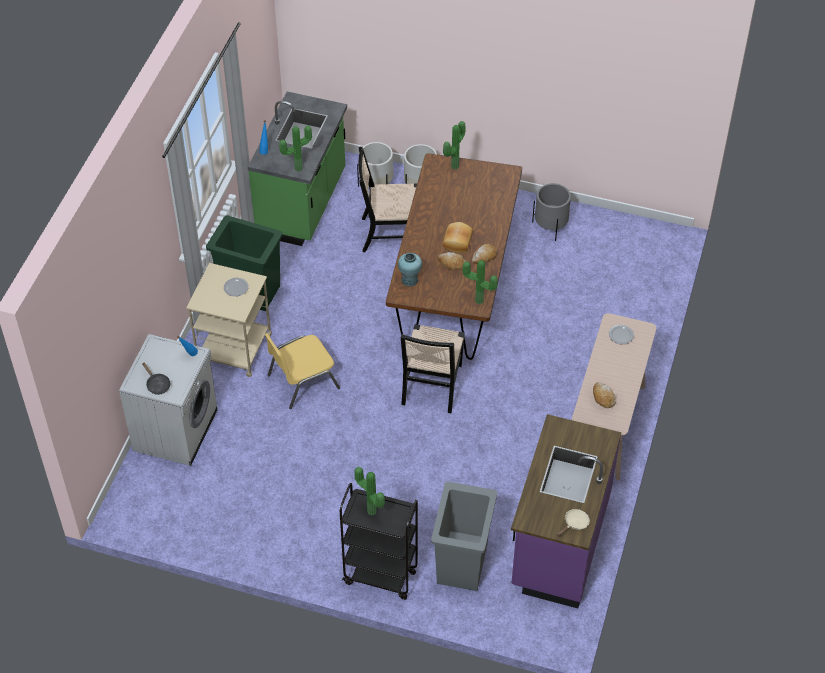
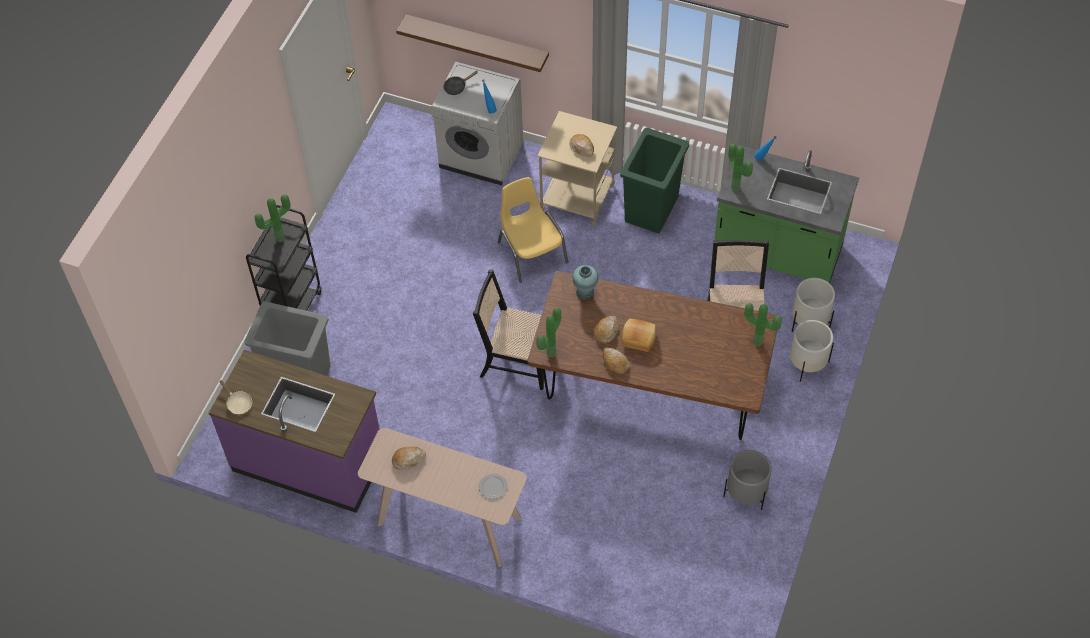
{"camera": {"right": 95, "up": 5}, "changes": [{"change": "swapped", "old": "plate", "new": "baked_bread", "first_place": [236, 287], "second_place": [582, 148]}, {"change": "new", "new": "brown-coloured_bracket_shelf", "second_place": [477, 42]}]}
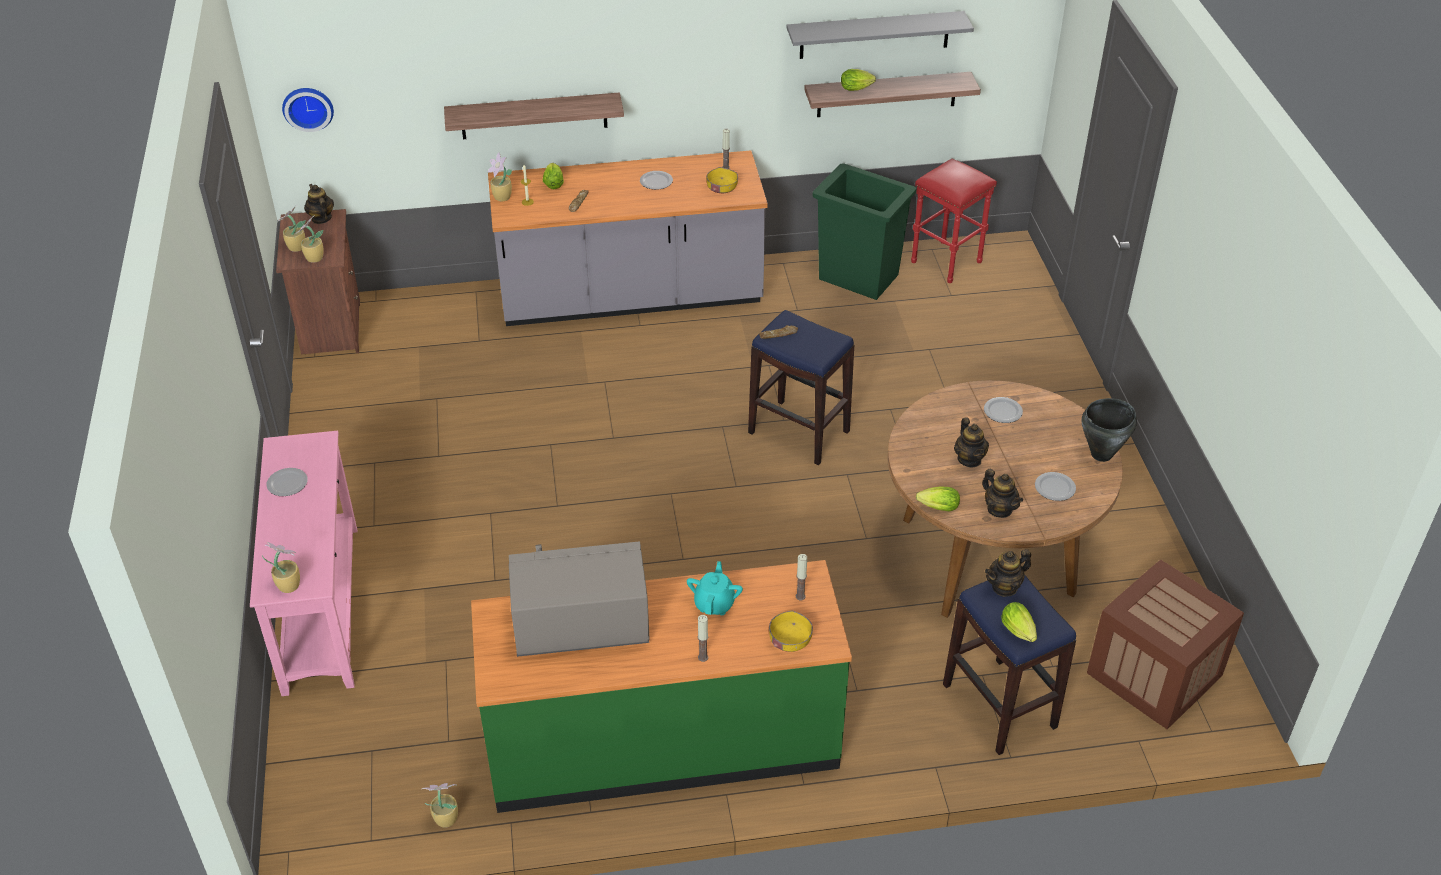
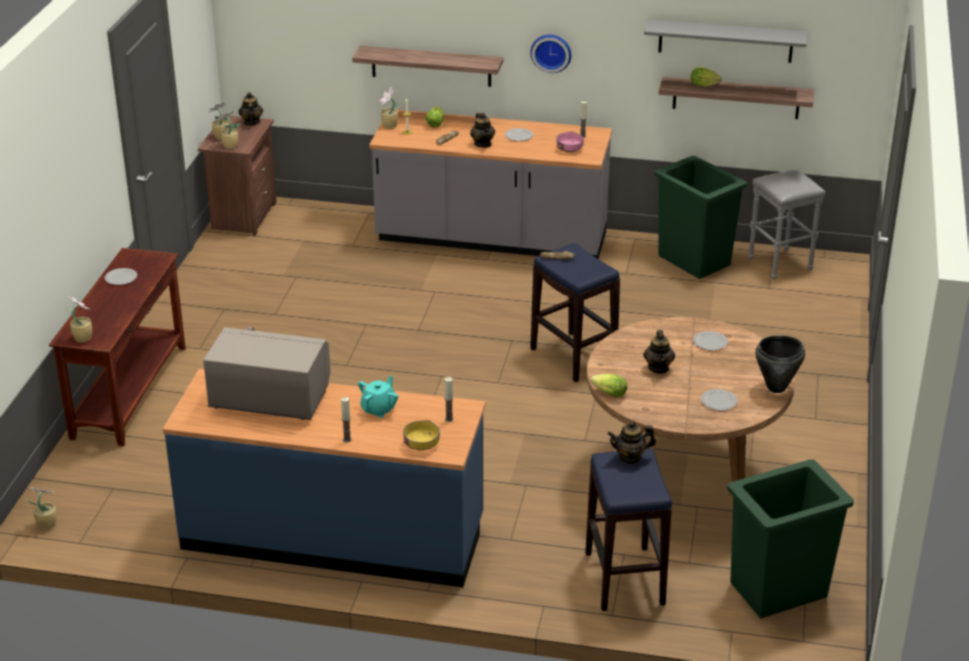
{"camera": {"right": 20, "up": -10}, "changes": [{"change": "repainted", "old": "pinkish_narrow_table", "new": "brown-coloured_narrow_table", "first_place": [320, 608], "second_place": [129, 391]}, {"change": "shifted", "old": "clock_on_the_wall", "first_place": [308, 107], "second_place": [551, 52]}, {"change": "shifted", "old": "plant_in_a_pot", "first_place": [445, 819], "second_place": [46, 524]}, {"change": "repainted", "old": "greenish_kitchen_counter", "new": "bluish_kitchen_counter", "first_place": [663, 741], "second_place": [333, 535]}, {"change": "repainted", "old": "yellowish_serving_bowl", "new": "pinkish_serving_bowl", "first_place": [721, 189], "second_place": [569, 149]}, {"change": "repainted", "old": "reddish_stool_seat", "new": "gray_stool_seat", "first_place": [948, 261], "second_place": [781, 263]}, {"change": "shifted", "old": "pot_for_tea", "first_place": [999, 509], "second_place": [482, 144]}, {"change": "gone", "old": "lettuce_head", "first_place": [1019, 632]}, {"change": "swapped", "old": "shipping_crate", "new": "greenish_trash_can", "first_place": [1154, 674], "second_place": [777, 589]}]}
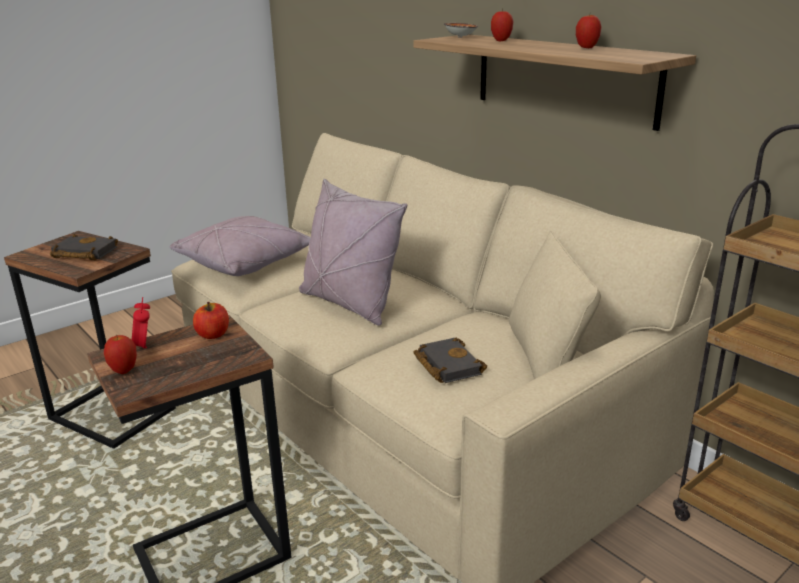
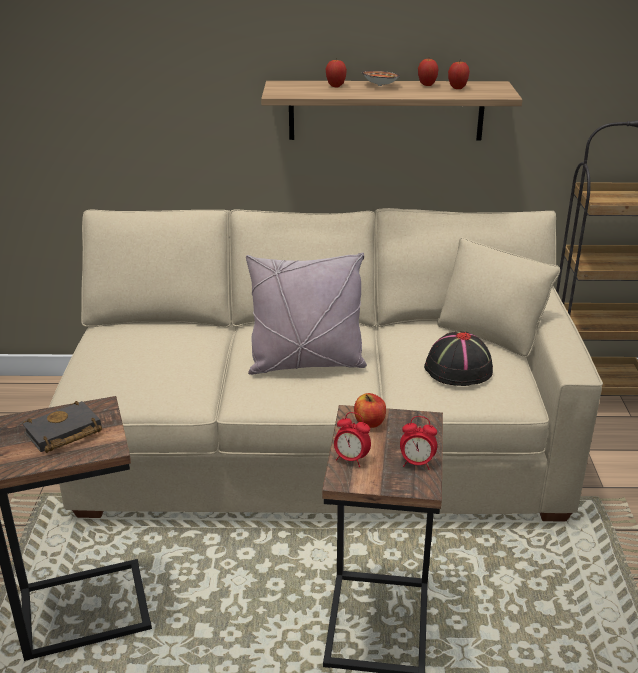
{"camera": {"right": -50, "up": 5}, "changes": [{"change": "shifted", "old": "whole_apple", "first_place": [124, 371], "second_place": [457, 88]}, {"change": "gone", "old": "purplish_cushion", "first_place": [246, 262]}, {"change": "swapped", "old": "black_volume", "new": "black_clothing_hat", "first_place": [446, 365], "second_place": [458, 369]}, {"change": "shifted", "old": "serving_bowl", "first_place": [460, 37], "second_place": [380, 85]}, {"change": "new", "new": "table_clock", "second_place": [417, 463]}]}
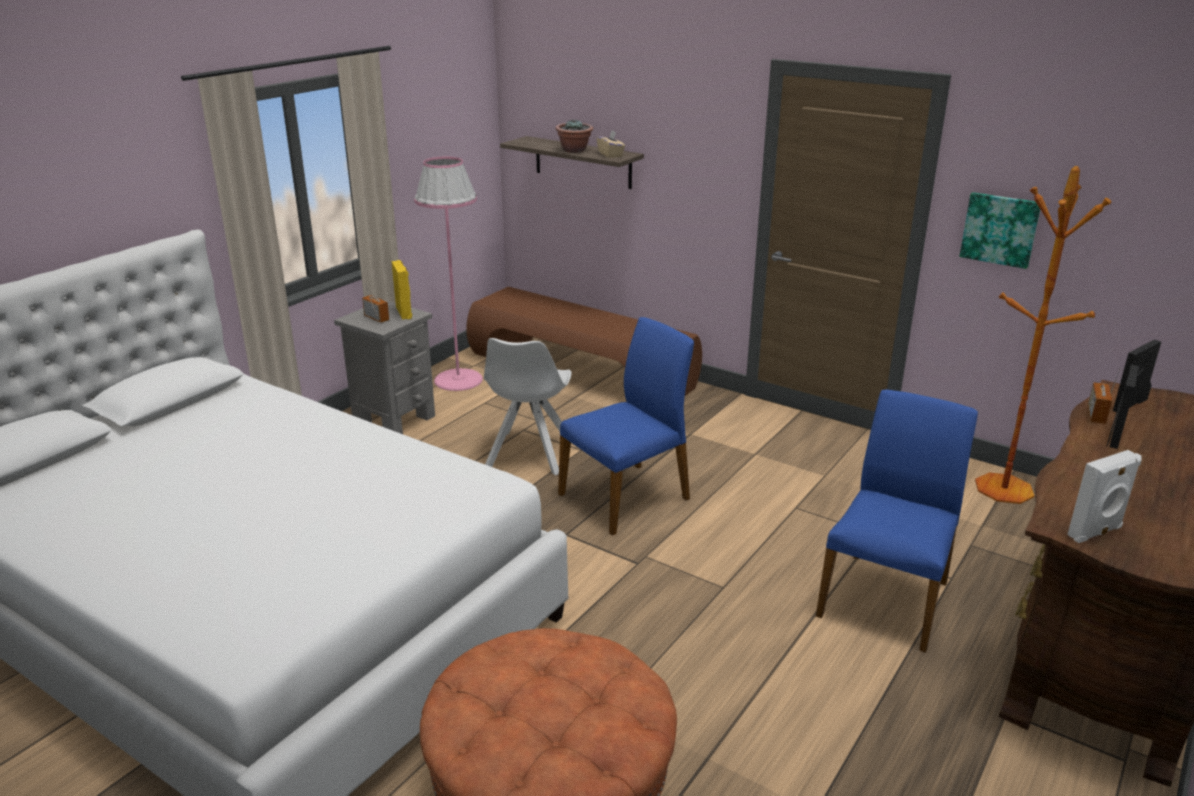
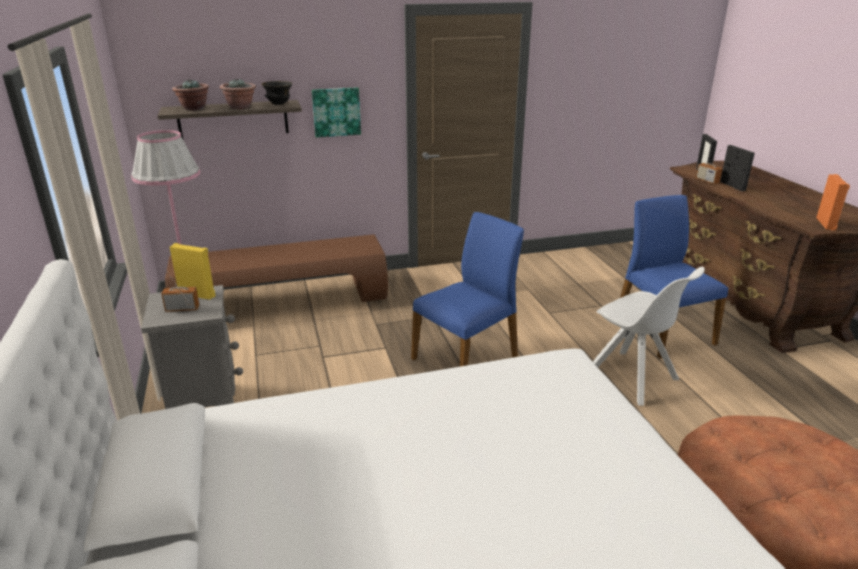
{"camera": {"right": -50, "up": 0}, "changes": [{"change": "shifted", "old": "whitish_upright_chair", "first_place": [528, 454], "second_place": [632, 378]}, {"change": "rotated", "old": "bluish_upright_chair", "first_place": [626, 496], "second_place": [466, 358], "degrees": 45}, {"change": "swapped", "old": "sand-coloured_tissue_holder", "new": "black_serving_bowl", "first_place": [610, 155], "second_place": [278, 104]}, {"change": "shifted", "old": "wall_art", "first_place": [1000, 229], "second_place": [336, 112]}, {"change": "gone", "old": "orange_garment_rack", "first_place": [1004, 488]}, {"change": "repainted", "old": "whitish_loudspeaker", "new": "orange_loudspeaker", "first_place": [1095, 532], "second_place": [826, 224]}, {"change": "new", "new": "plant_in_a_pot", "second_place": [194, 108]}]}
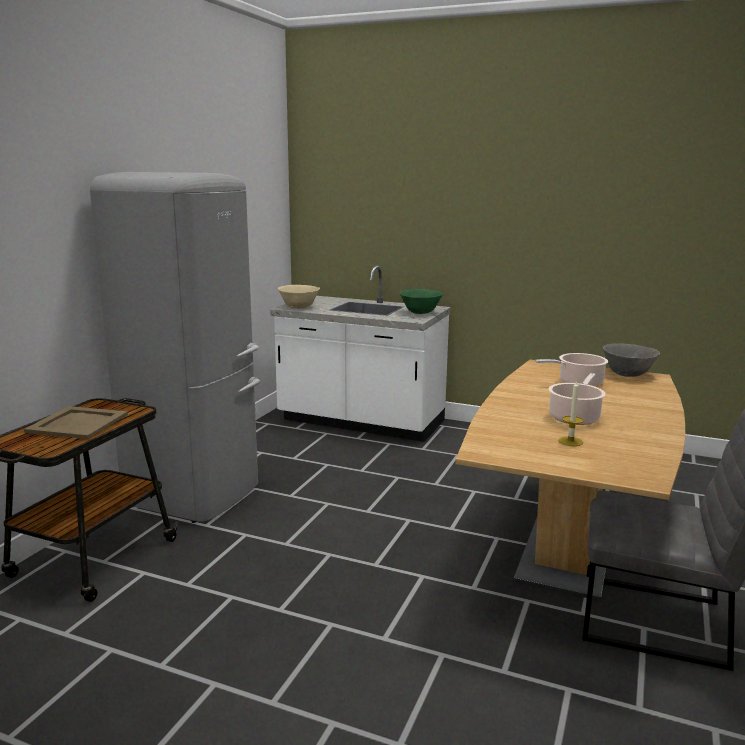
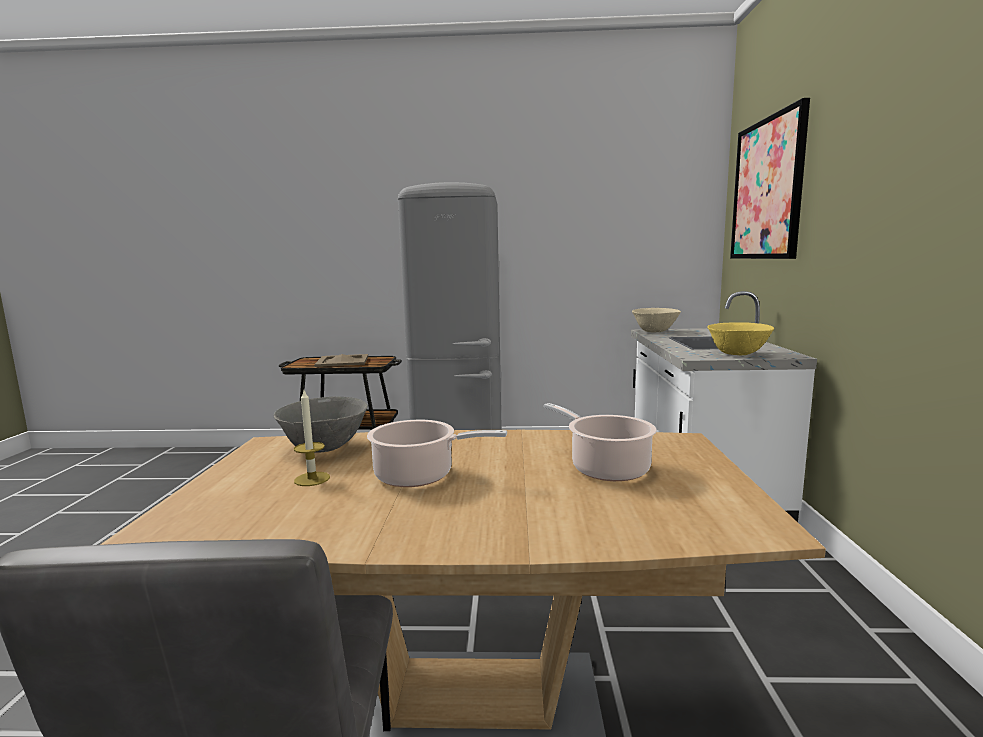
{"camera": {"right": 70, "up": -5}, "changes": [{"change": "repainted", "old": "greenish_serving_bowl", "new": "yellowish_serving_bowl", "first_place": [420, 313], "second_place": [738, 354]}, {"change": "shifted", "old": "gray_serving_bowl", "first_place": [627, 374], "second_place": [325, 449]}, {"change": "new", "new": "wall_art", "second_place": [767, 189]}]}
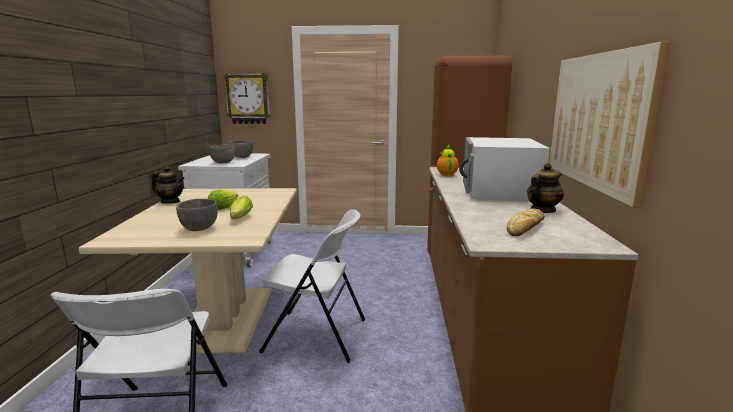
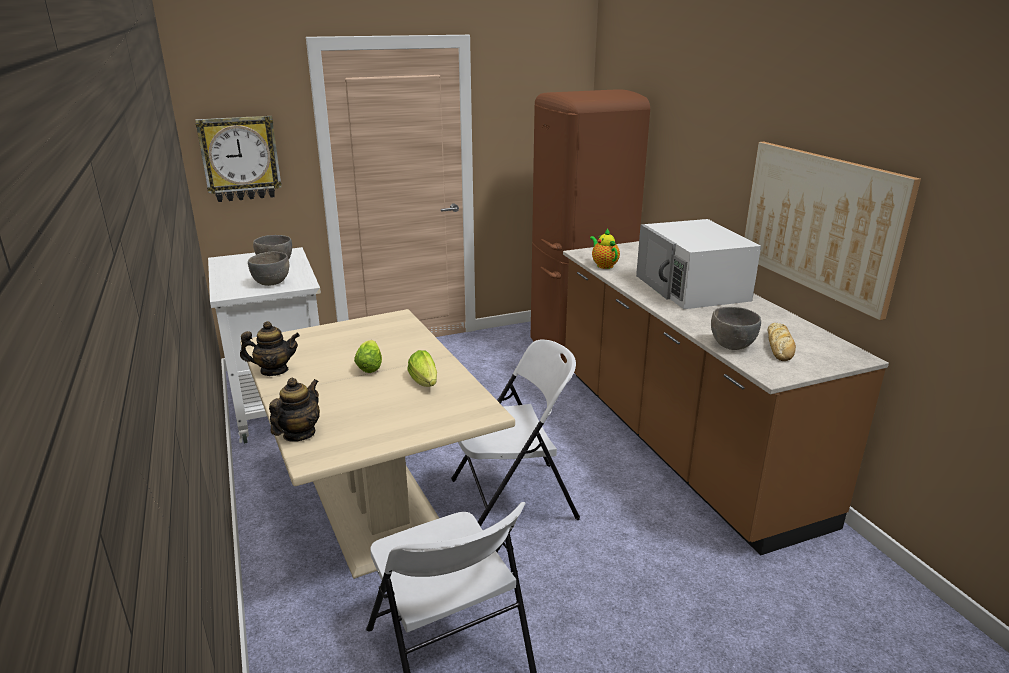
{"camera": {"right": -25, "up": 10}, "changes": [{"change": "shifted", "old": "gray_serving_bowl", "first_place": [199, 229], "second_place": [732, 345]}, {"change": "shifted", "old": "pot_for_tea", "first_place": [542, 211], "second_place": [299, 434]}]}
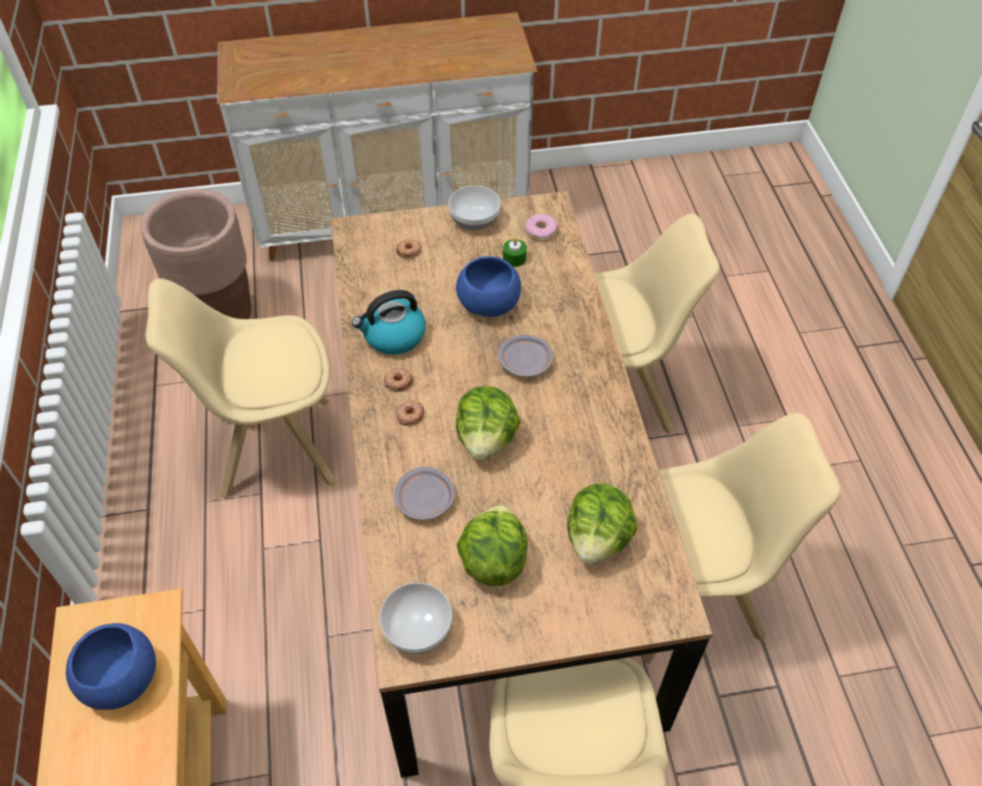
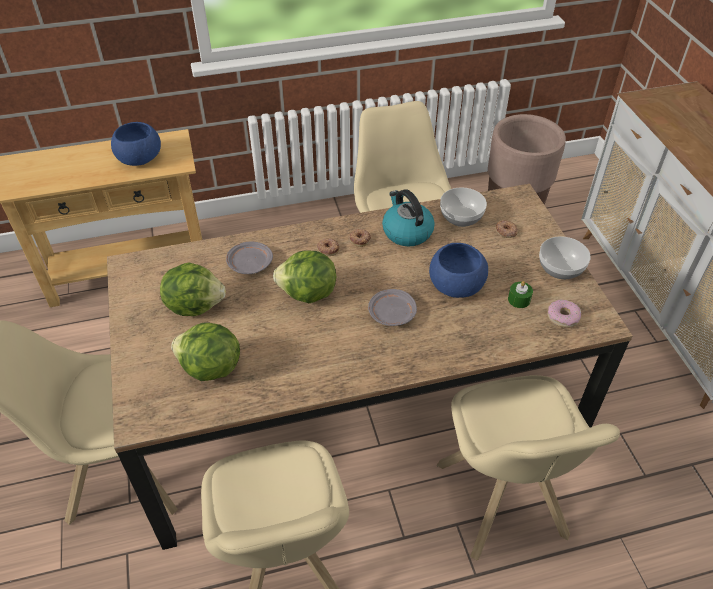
{"camera": {"right": 85, "up": -5}, "changes": [{"change": "shifted", "old": "serving_bowl", "first_place": [417, 630], "second_place": [460, 218]}]}
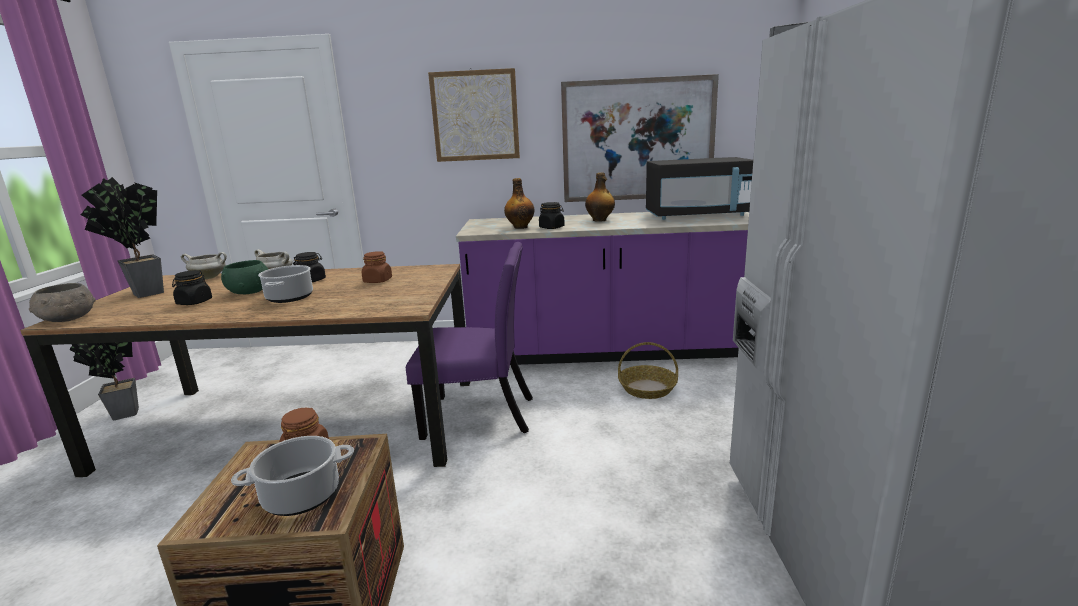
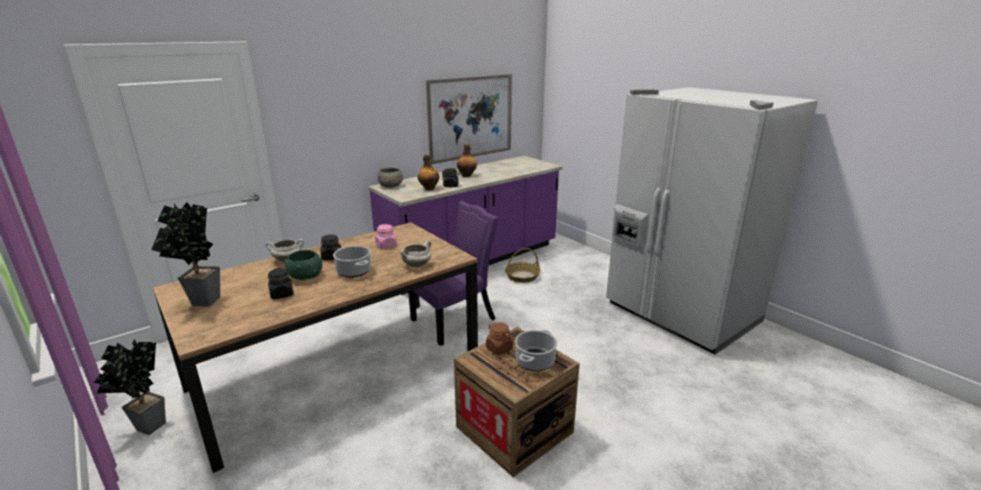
{"camera": {"right": -40, "up": 5}, "changes": [{"change": "shifted", "old": "gray_serving_bowl", "first_place": [68, 319], "second_place": [391, 186]}, {"change": "shifted", "old": "whitish_cooking_pot", "first_place": [209, 277], "second_place": [417, 265]}, {"change": "repainted", "old": "brown-coloured_preserve_jar", "new": "pinkish_preserve_jar", "first_place": [377, 281], "second_place": [386, 246]}, {"change": "gone", "old": "wall_art", "first_place": [475, 115]}, {"change": "gone", "old": "black_microwave_oven", "first_place": [698, 216]}]}
